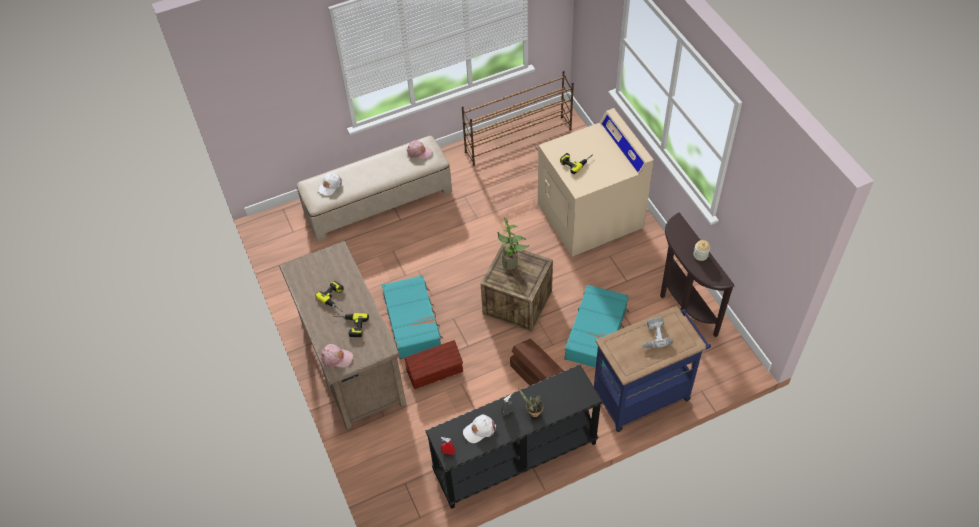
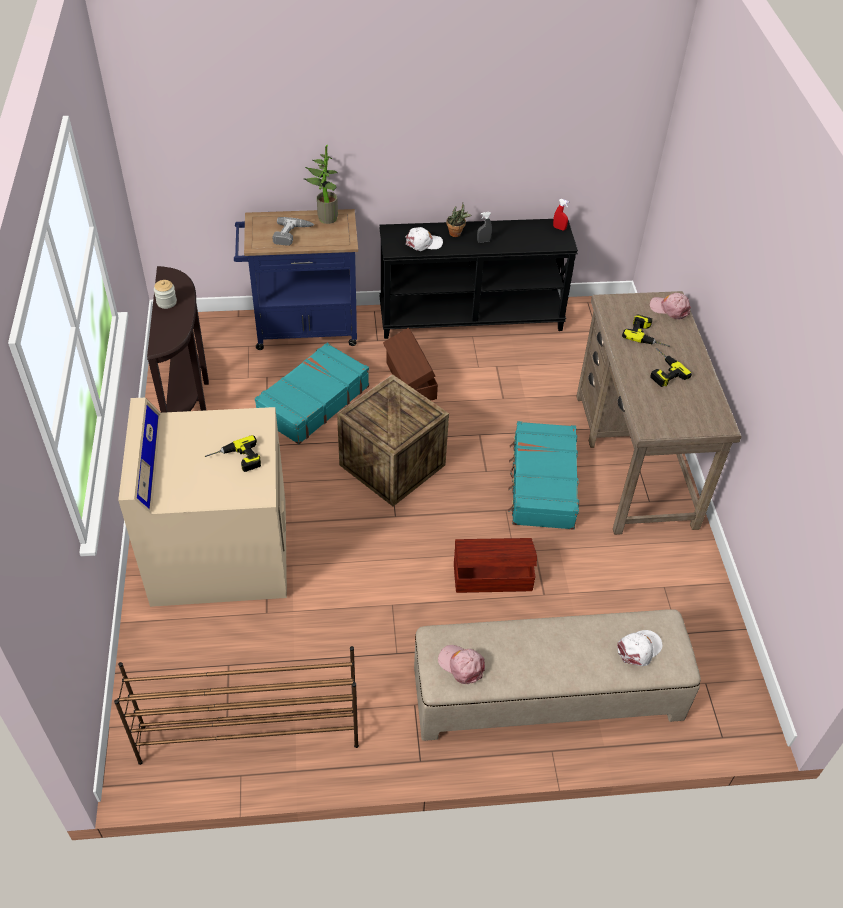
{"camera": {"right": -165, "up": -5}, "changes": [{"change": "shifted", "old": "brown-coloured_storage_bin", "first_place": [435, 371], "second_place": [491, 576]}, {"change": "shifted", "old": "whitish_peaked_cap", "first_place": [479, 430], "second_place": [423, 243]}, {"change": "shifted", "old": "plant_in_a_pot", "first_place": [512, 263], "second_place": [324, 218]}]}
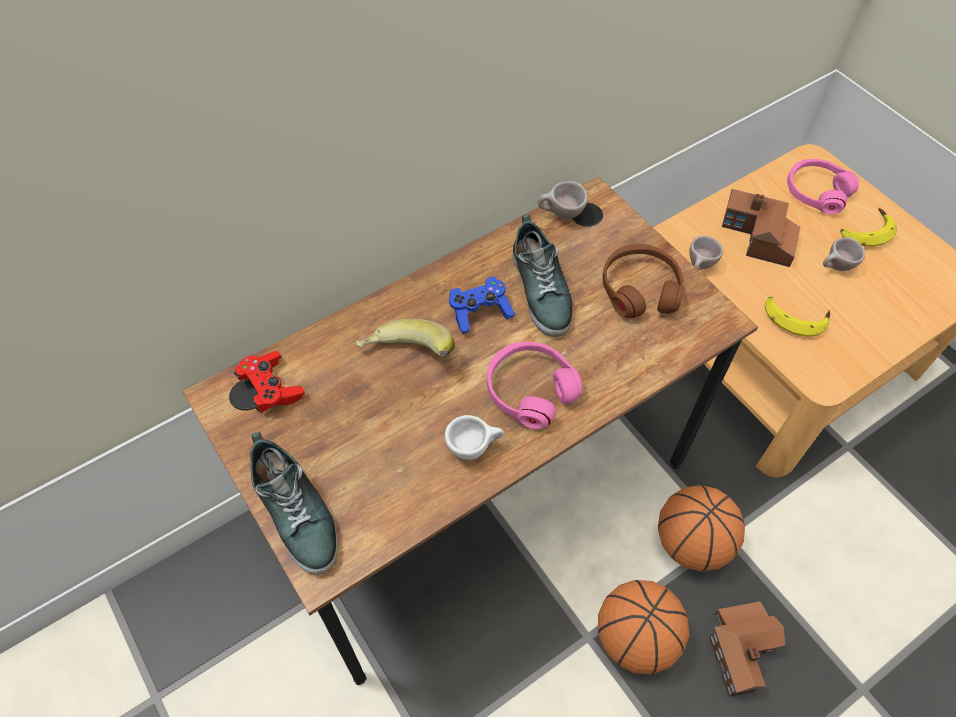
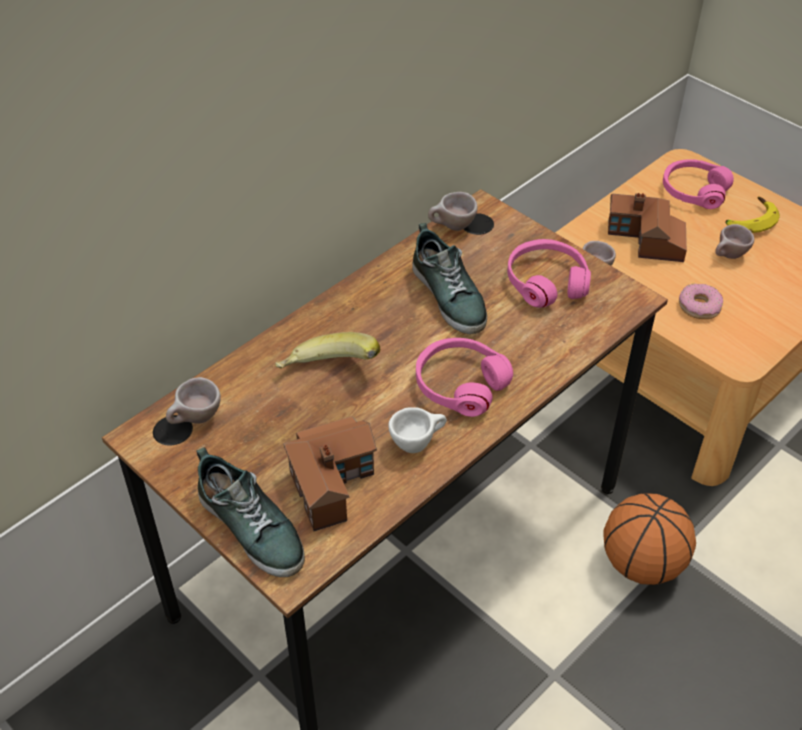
{"camera": {"right": -10, "up": -10}, "changes": [{"change": "swapped", "old": "reddish_joypad", "new": "sand-coloured_small_cup", "first_place": [271, 388], "second_place": [195, 420]}, {"change": "gone", "old": "bluish_joypad", "first_place": [479, 312]}, {"change": "gone", "old": "ball_for_basketball", "first_place": [635, 638]}, {"change": "repainted", "old": "brown-coloured_headset", "new": "pinkish_headset", "first_place": [640, 288], "second_place": [546, 282]}, {"change": "shifted", "old": "toy_house", "first_place": [741, 650], "second_place": [332, 478]}, {"change": "swapped", "old": "banana_fruit", "new": "doughnut", "first_place": [795, 317], "second_place": [699, 306]}]}
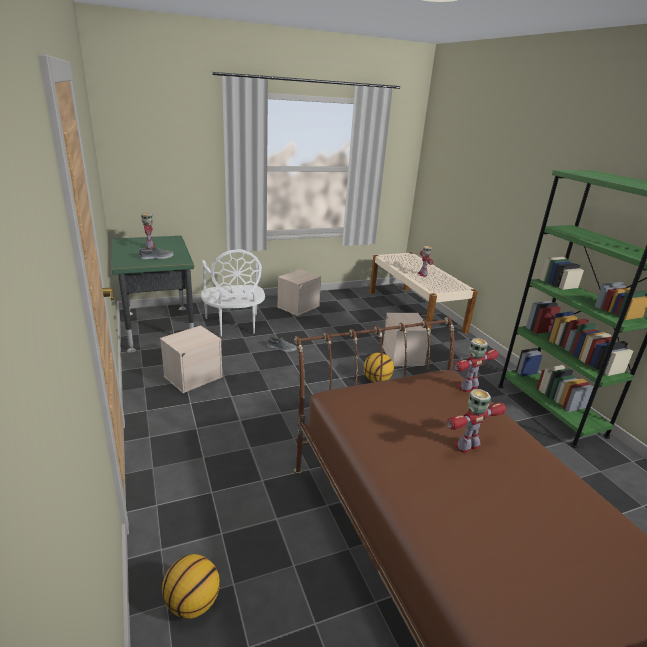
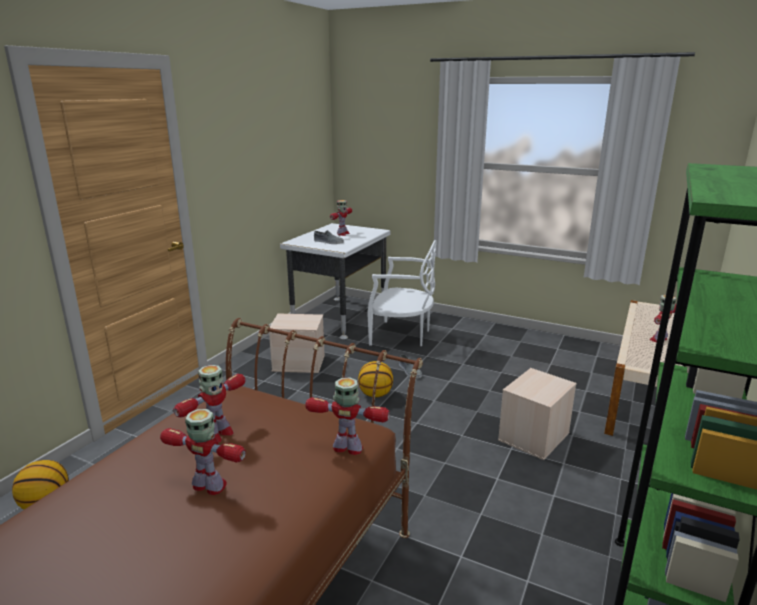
{"camera": {"right": 50, "up": -5}, "changes": [{"change": "repainted", "old": "greenish_desk", "new": "whitish_desk", "first_place": [158, 327], "second_place": [339, 316]}, {"change": "rotated", "old": "whitish_upright_chair", "first_place": [234, 325], "second_place": [402, 335], "degrees": -105}, {"change": "gone", "old": "sand-coloured_storage_bin", "first_place": [298, 306]}, {"change": "shifted", "old": "ball_for_basketball", "first_place": [377, 380], "second_place": [375, 394]}, {"change": "new", "new": "model_robot", "second_place": [217, 434]}]}
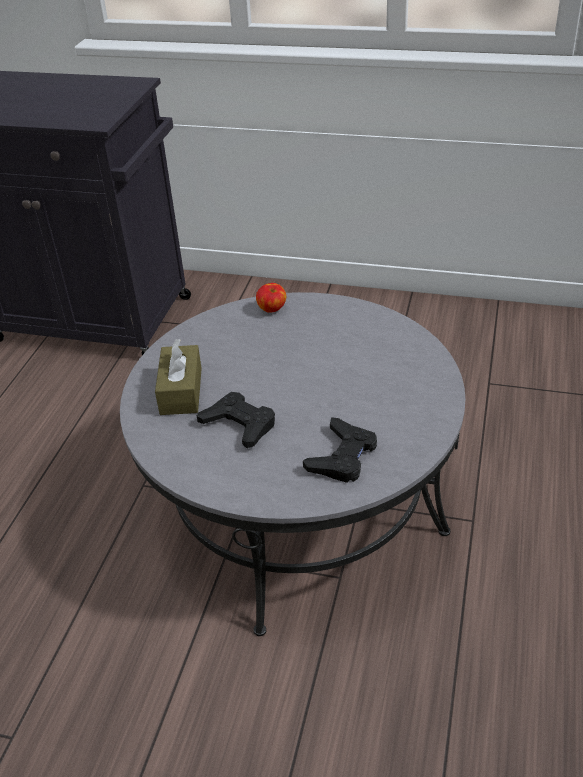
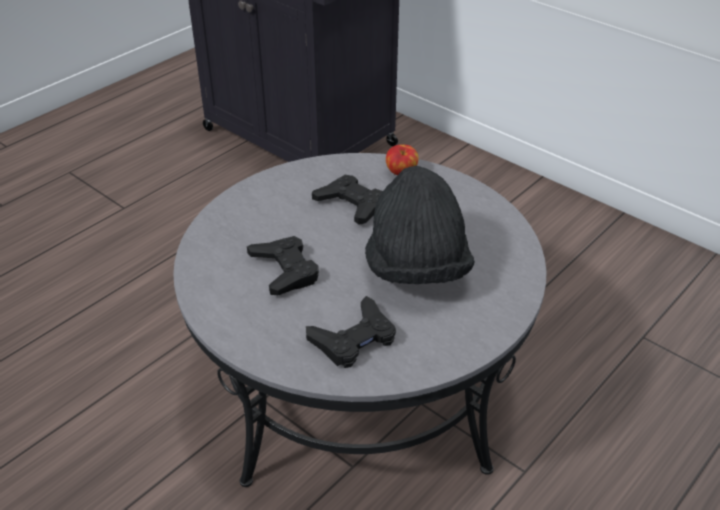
{"camera": {"right": 25, "up": 0}, "changes": [{"change": "gone", "old": "brown-coloured_tissue_holder", "first_place": [181, 391]}, {"change": "new", "new": "black_joypad", "second_place": [351, 205]}, {"change": "new", "new": "black_clothing_hat", "second_place": [416, 268]}]}
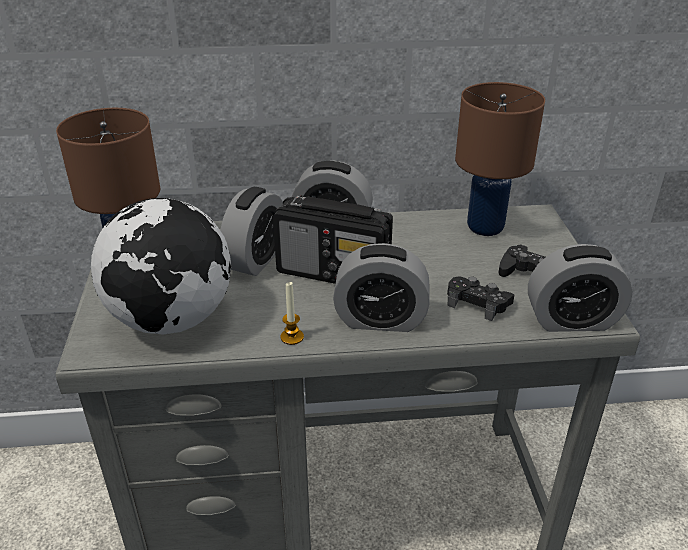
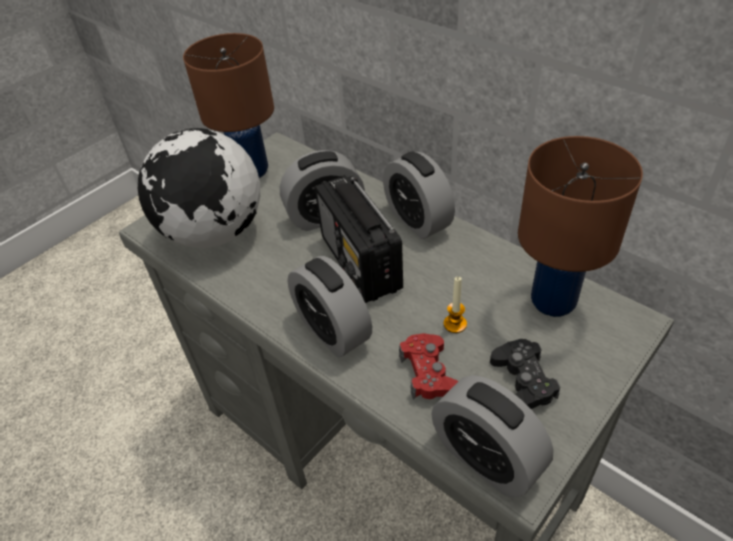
{"camera": {"right": 50, "up": 10}, "changes": [{"change": "shifted", "old": "wax_candle", "first_place": [292, 337], "second_place": [455, 324]}, {"change": "repainted", "old": "black_joypad", "new": "reddish_joypad", "first_place": [478, 303], "second_place": [429, 373]}]}
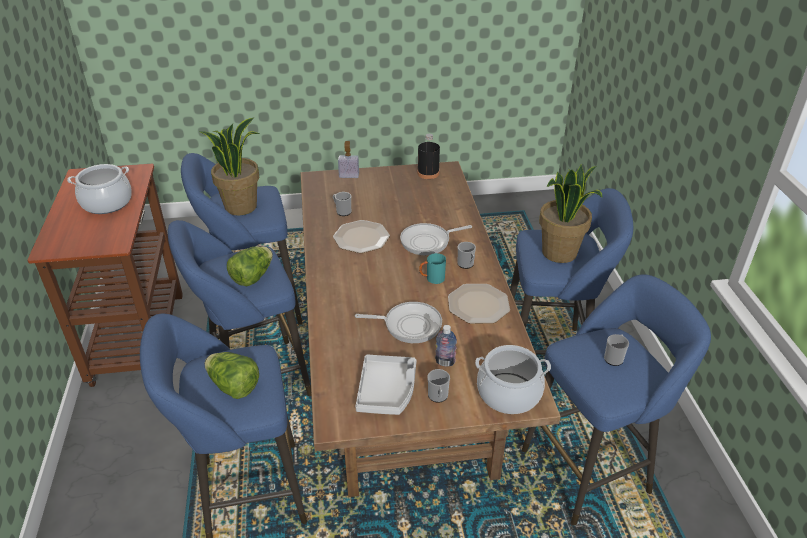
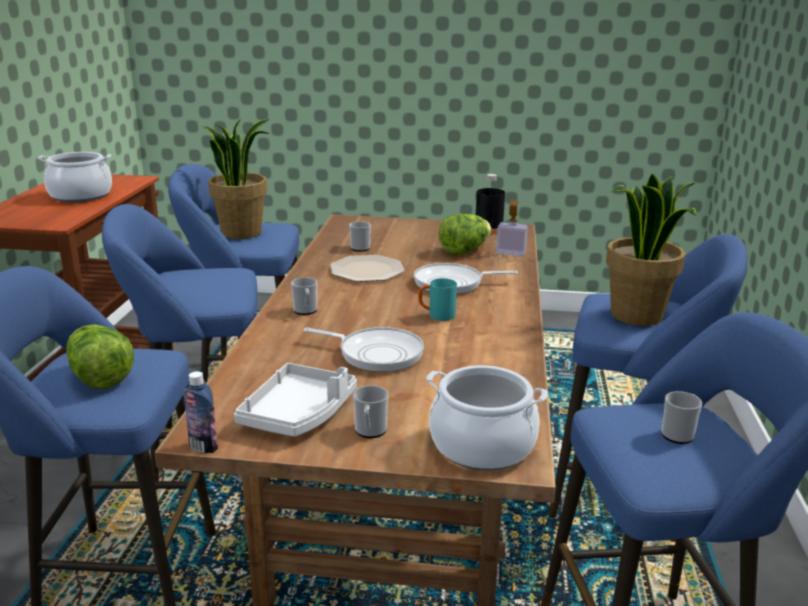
{"camera": {"right": 15, "up": -15}, "changes": [{"change": "shifted", "old": "lettuce_head", "first_place": [252, 277], "second_place": [464, 251]}, {"change": "shifted", "old": "soap_bottle", "first_place": [349, 175], "second_place": [510, 253]}, {"change": "shifted", "old": "beverage_bottle", "first_place": [445, 362], "second_place": [203, 447]}, {"change": "gone", "old": "plate", "first_place": [478, 305]}, {"change": "shifted", "old": "coffee_mug", "first_place": [466, 264], "second_place": [305, 311]}]}
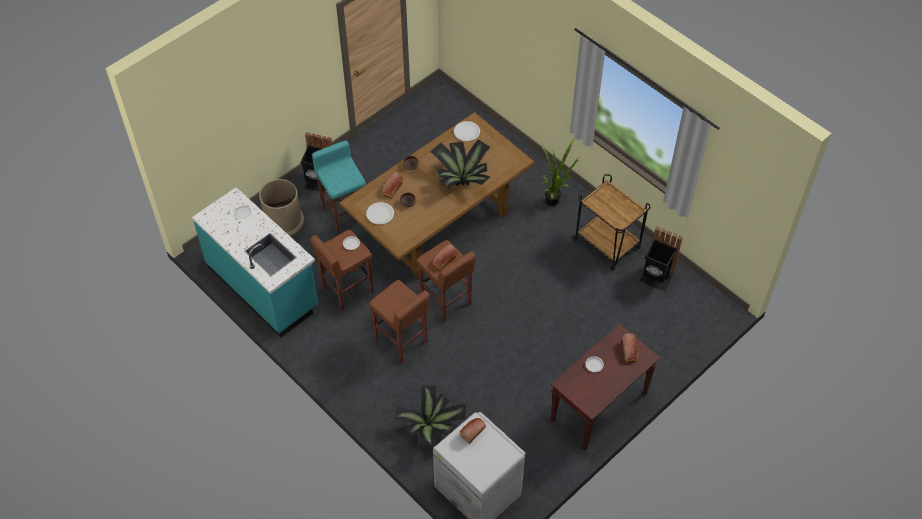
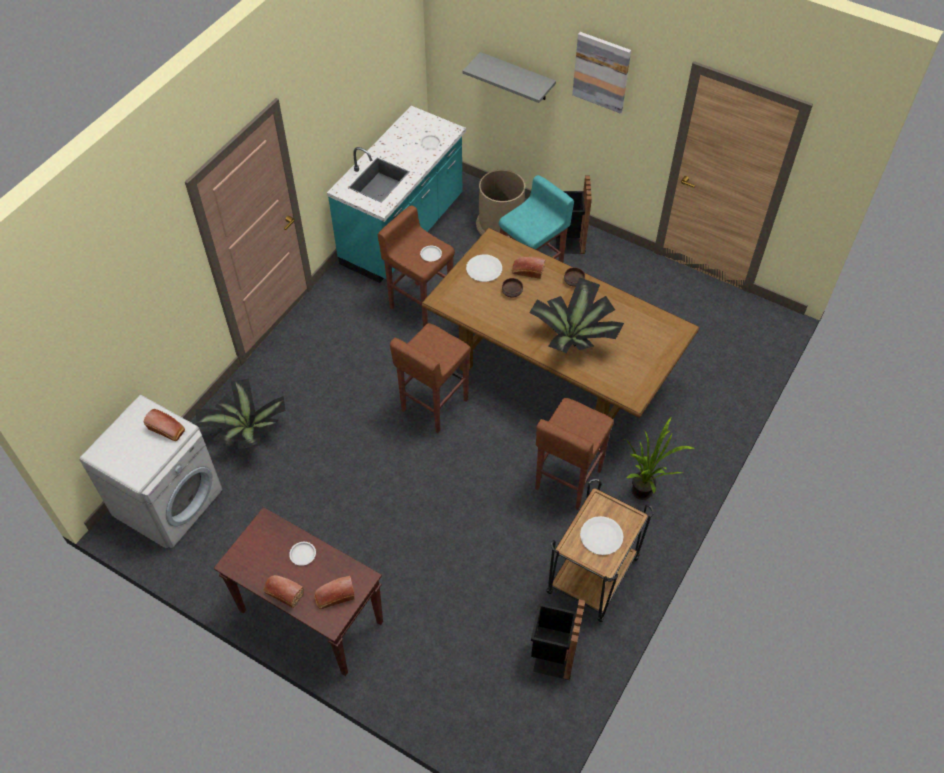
{"camera": {"right": 75, "up": 0}, "changes": [{"change": "shifted", "old": "brown-coloured_stool_seat", "first_place": [401, 342], "second_place": [567, 480]}, {"change": "shifted", "old": "baked_bread", "first_place": [444, 261], "second_place": [283, 593]}, {"change": "shifted", "old": "whitish_plate", "first_place": [466, 132], "second_place": [601, 536]}, {"change": "new", "new": "gray_bracket_shelf", "second_place": [517, 77]}, {"change": "new", "new": "wall_art", "second_place": [601, 72]}]}
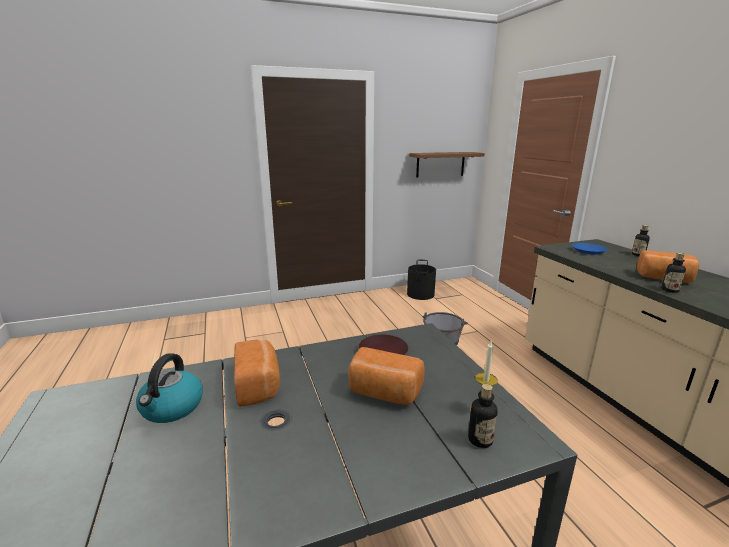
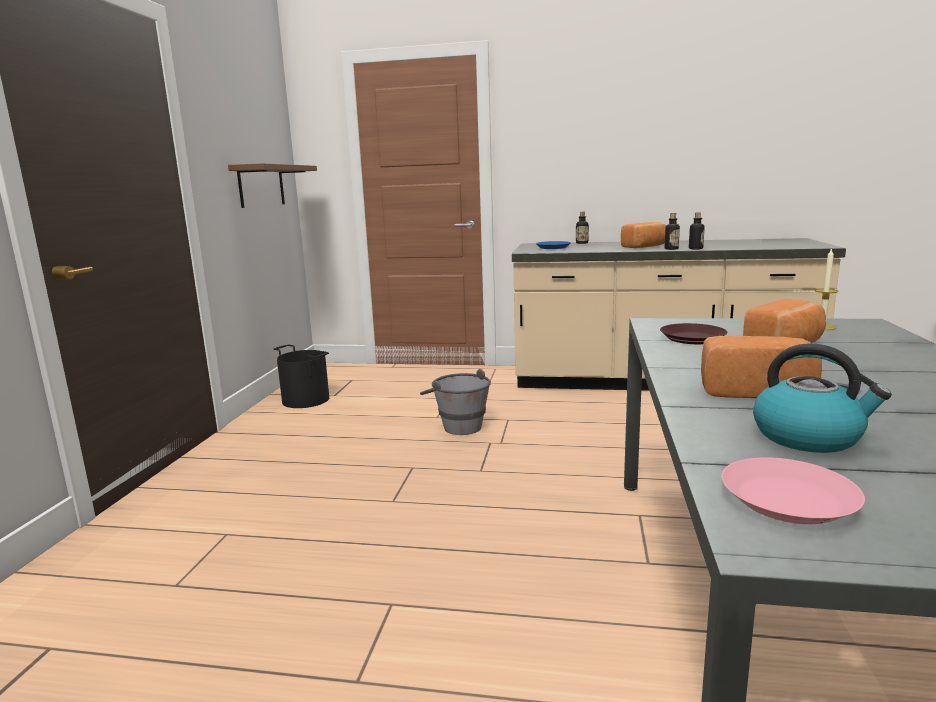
{"camera": {"right": -60, "up": -5}, "changes": [{"change": "shifted", "old": "beverage_bottle", "first_place": [480, 440], "second_place": [695, 248]}, {"change": "new", "new": "pinkish_plate", "second_place": [786, 500]}]}
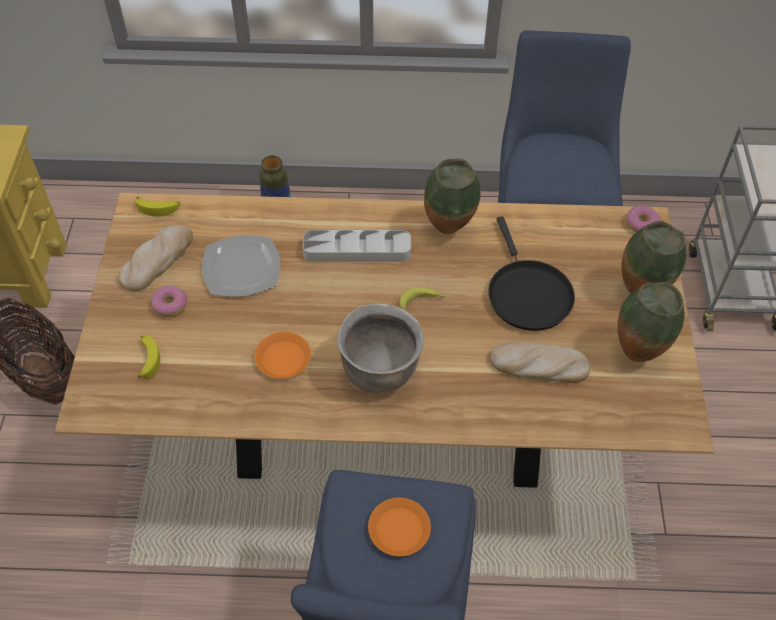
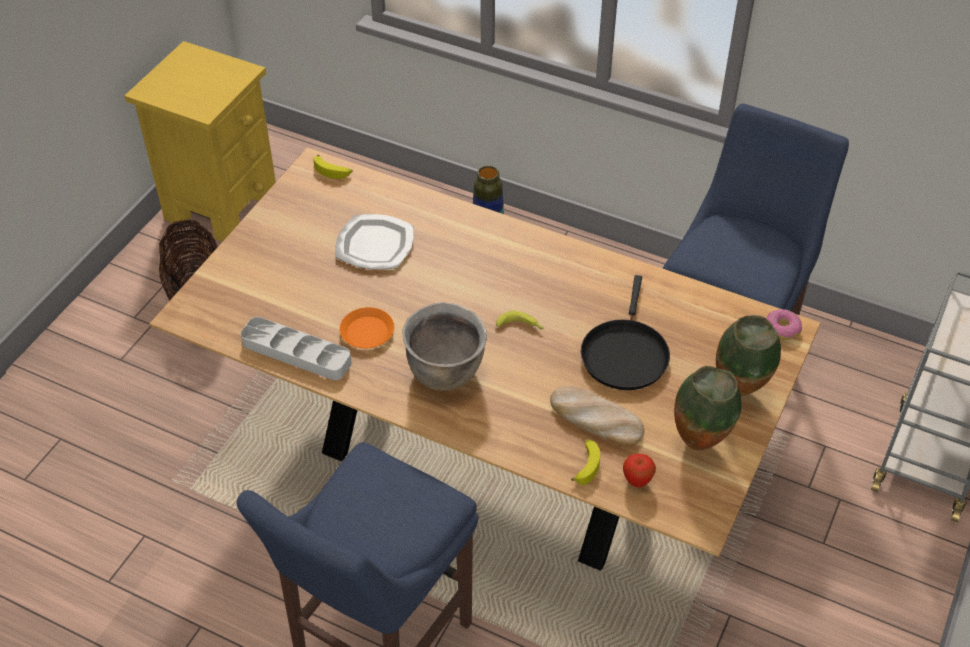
{"camera": {"right": 25, "up": -5}, "changes": [{"change": "gone", "old": "baked_bread", "first_place": [157, 259]}, {"change": "shifted", "old": "banana_fruit", "first_place": [148, 359], "second_place": [586, 465]}, {"change": "gone", "old": "doughnut", "first_place": [170, 305]}, {"change": "shifted", "old": "gray_tray", "first_place": [357, 250], "second_place": [296, 353]}, {"change": "gone", "old": "orange_plate", "first_place": [399, 529]}, {"change": "gone", "old": "vase", "first_place": [449, 229]}, {"change": "new", "new": "whole_apple", "second_place": [637, 481]}]}
